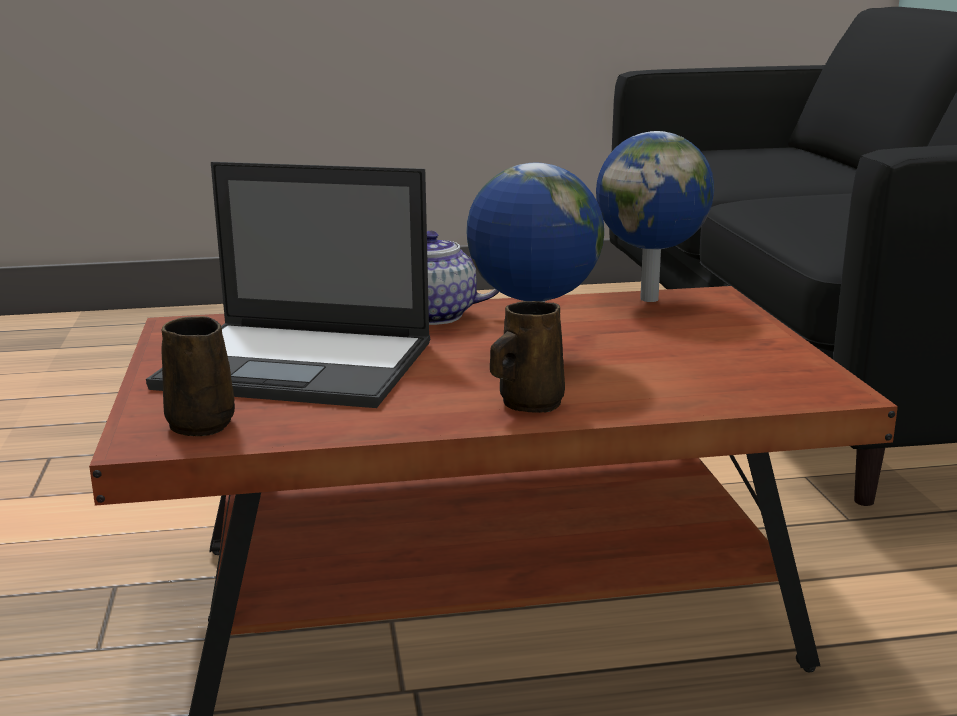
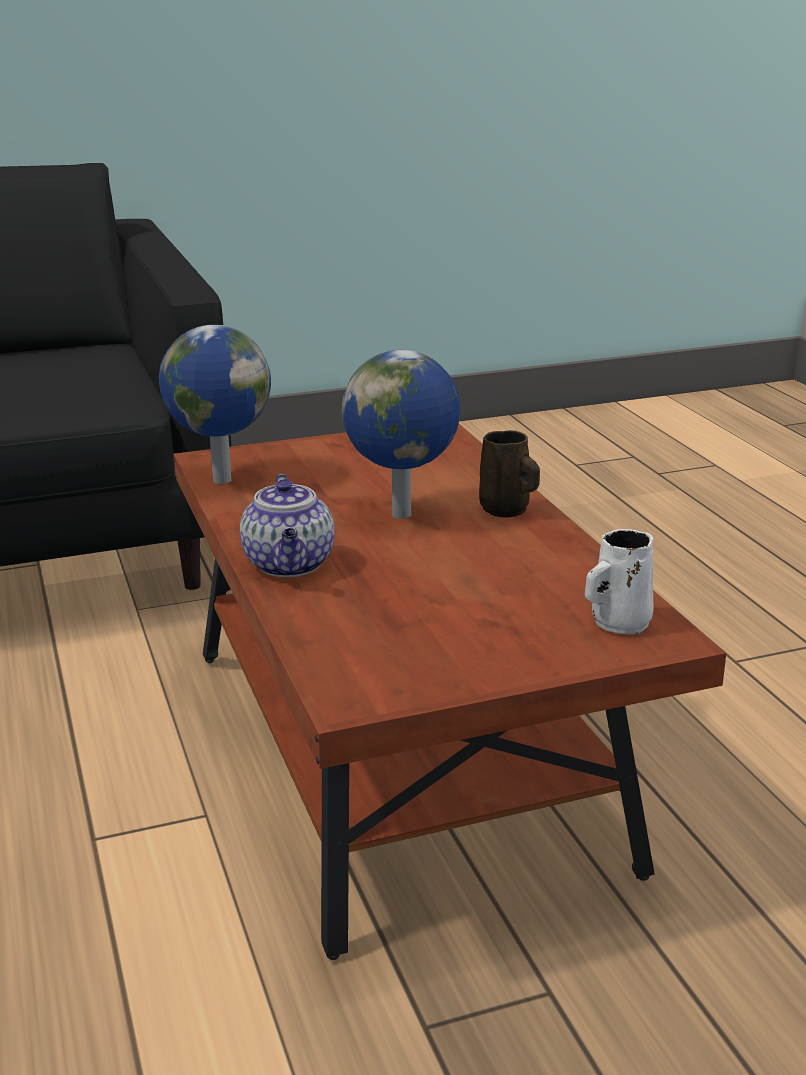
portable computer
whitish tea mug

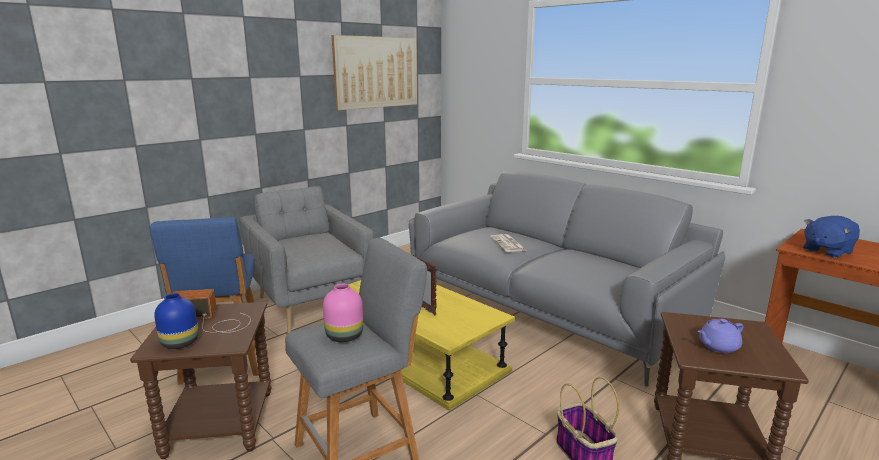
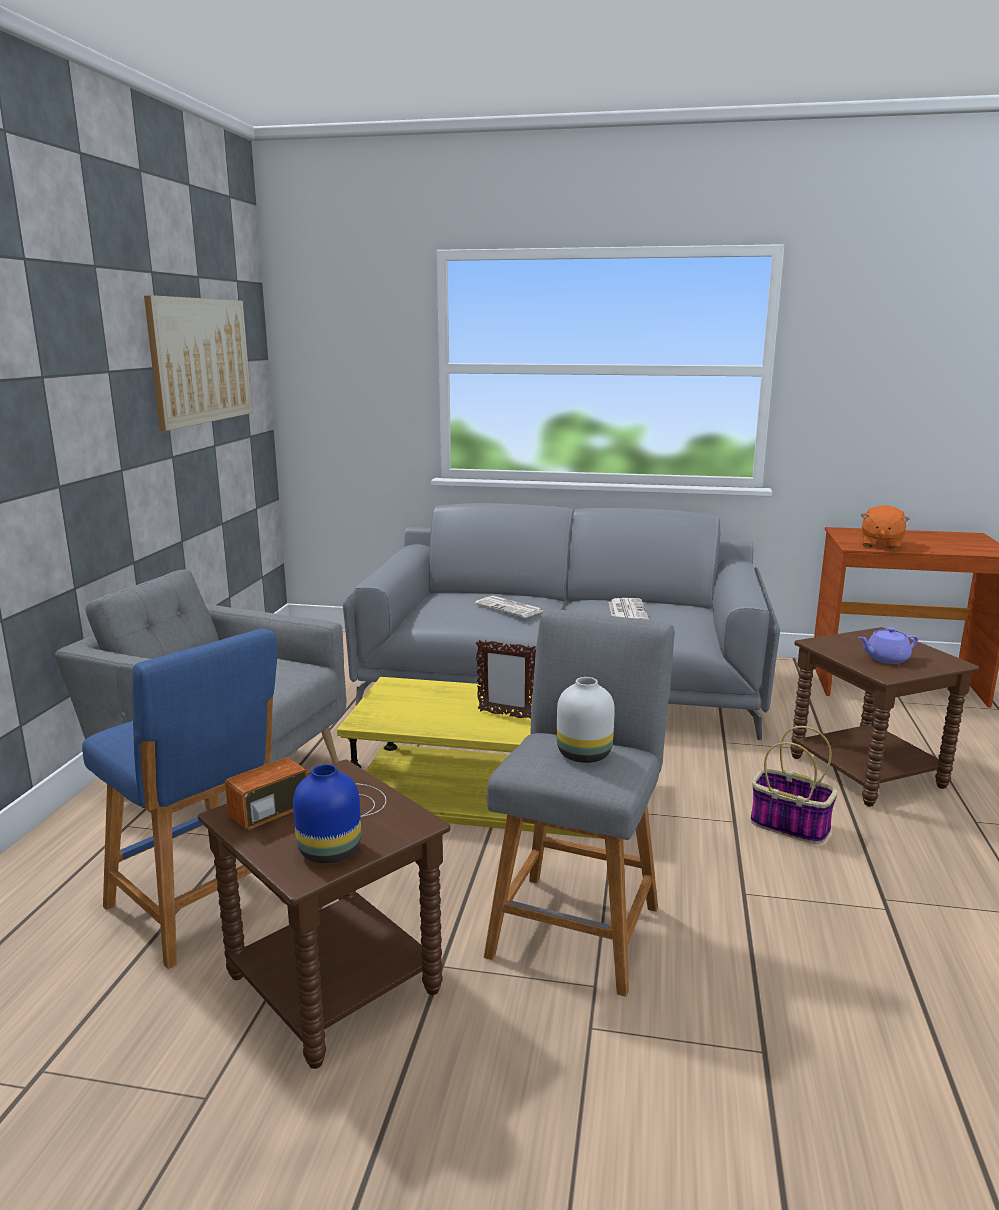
orange soft toy
whitish flower vase
purple-coloured teapot
daily paper (no. 2 from left)

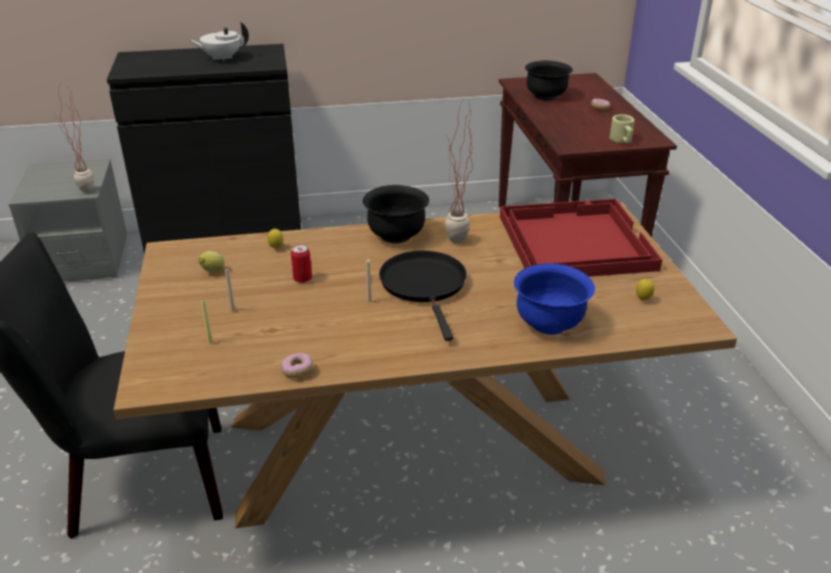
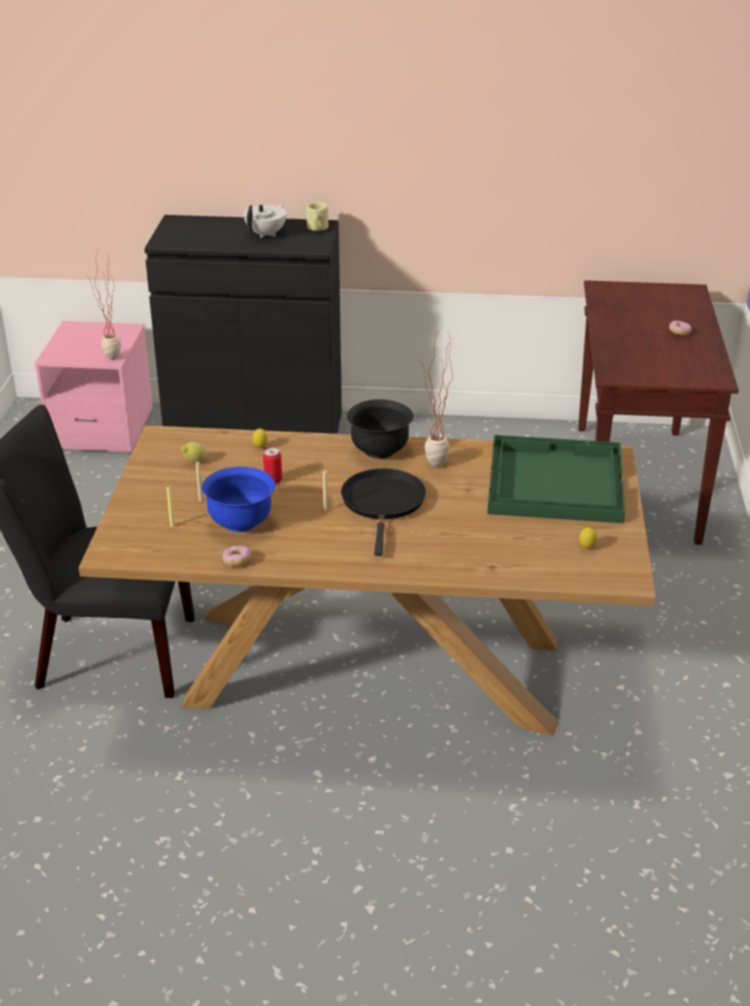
whitish teapot
black-coloured deep dish (no. 2 from left in the first image)
beige tea mug
pinkish nightstand
greenish carrying tray
bluish deep dish

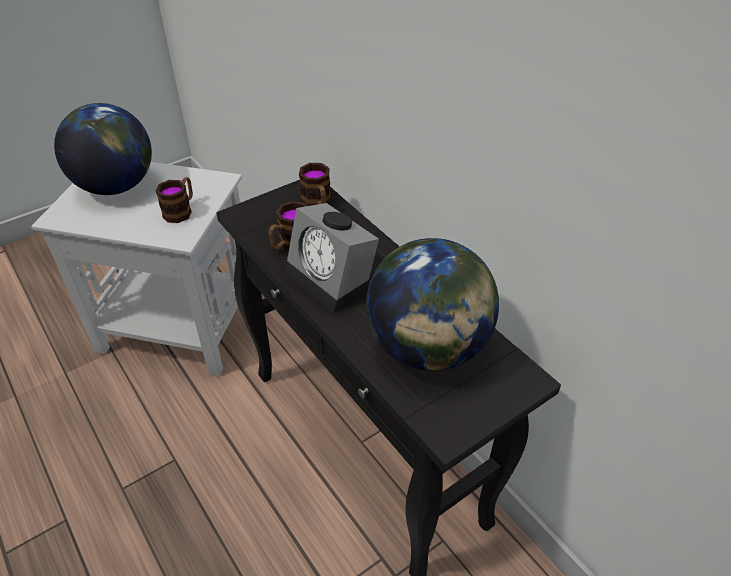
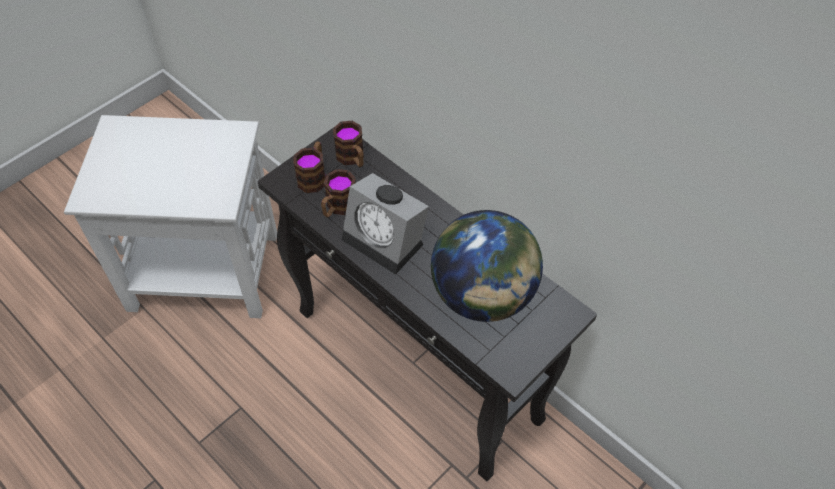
globe (no. 1 from left in the first image)
tea mug (no. 1 from left)

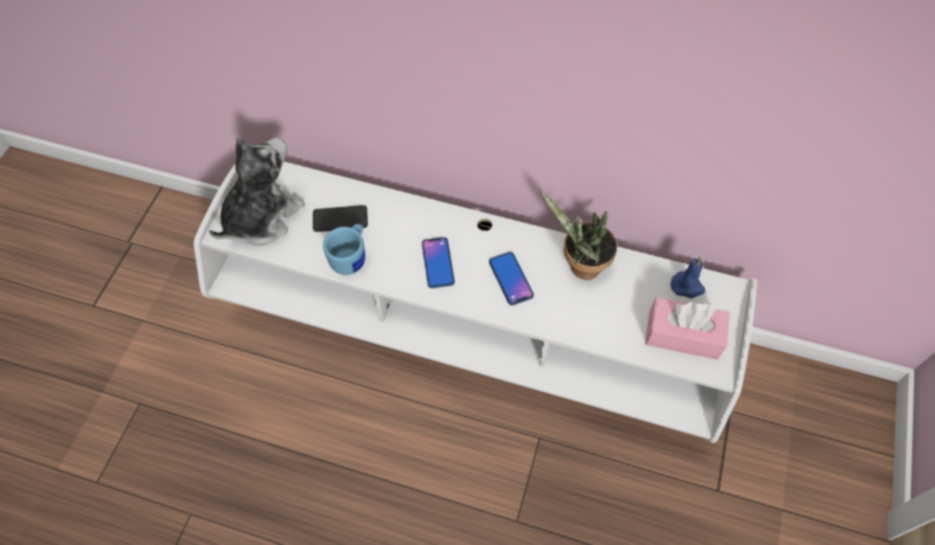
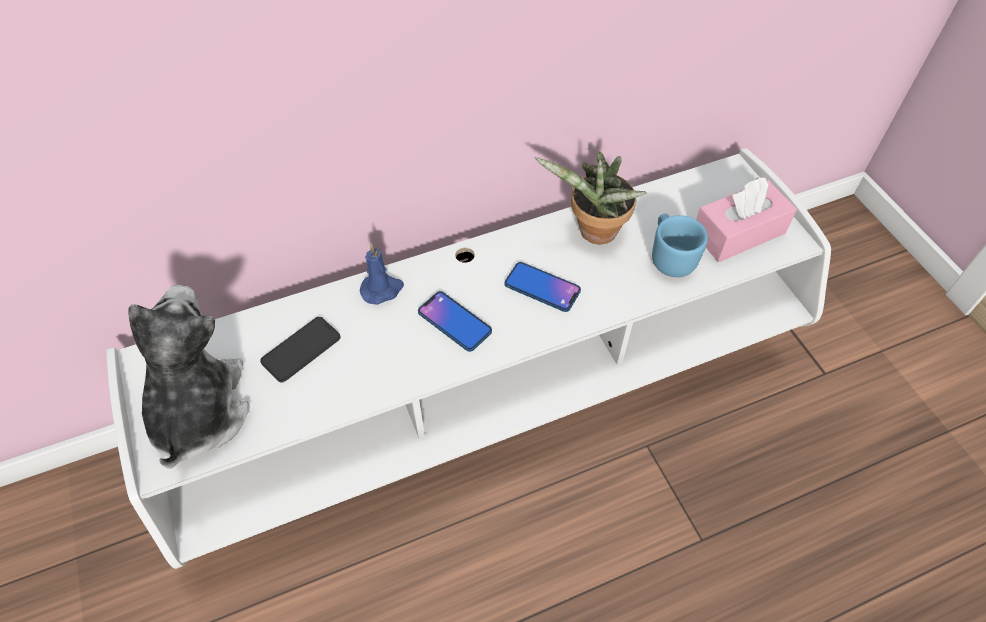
bluish tea mug
bluish candle

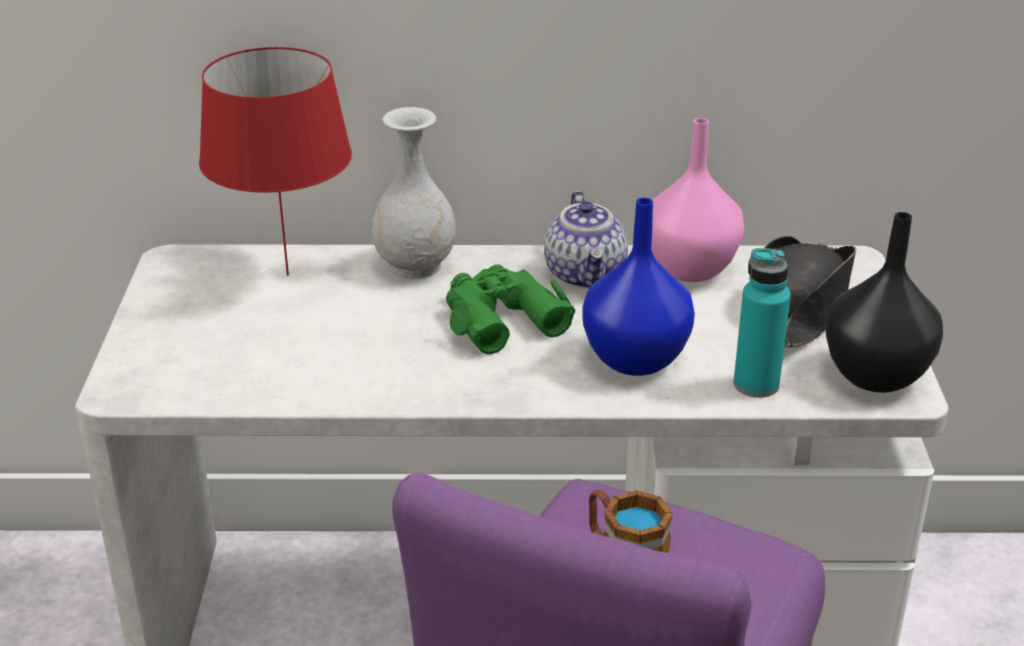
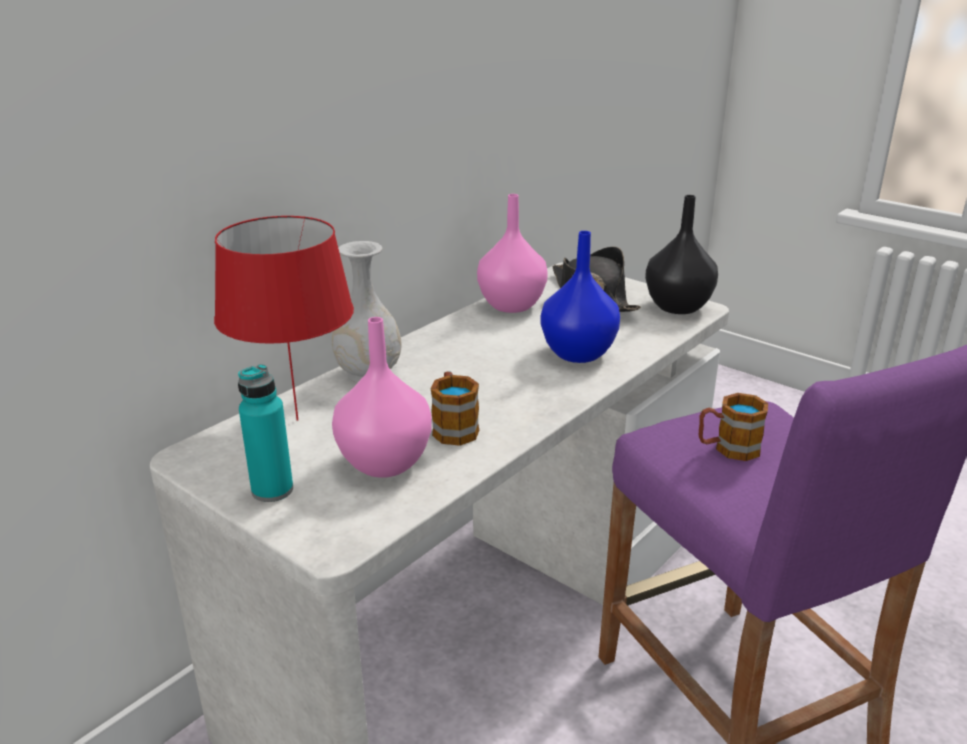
teapot
turquoise-coloured drink bottle
greenish binoculars
pinkish flower vase (no. 1 from left)
tea mug (no. 1 from left)

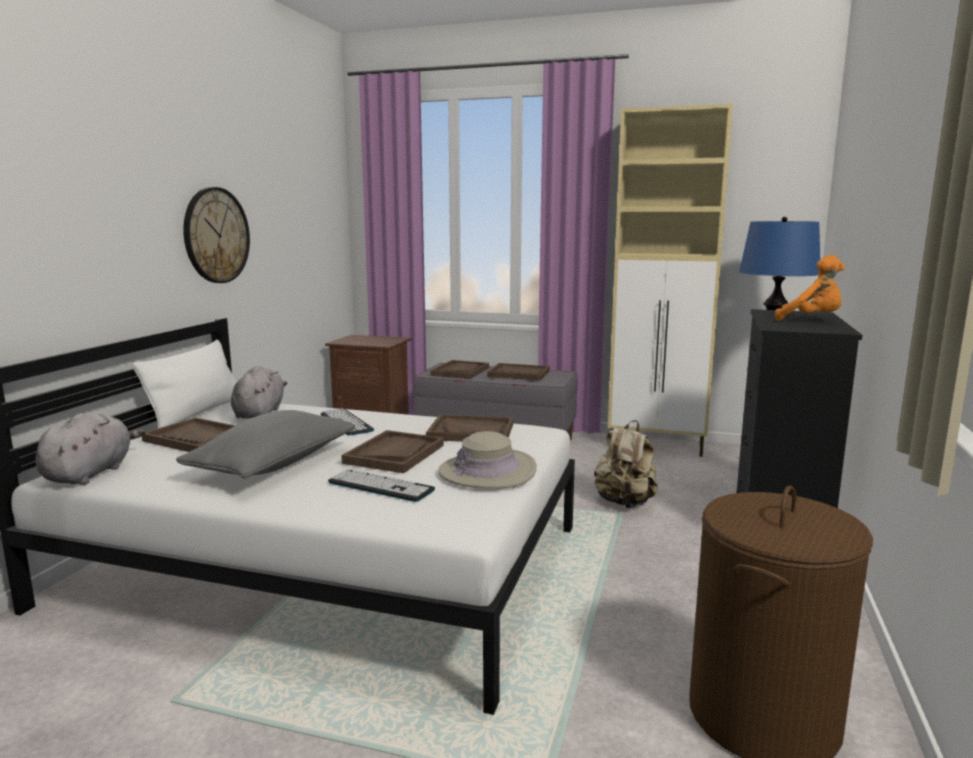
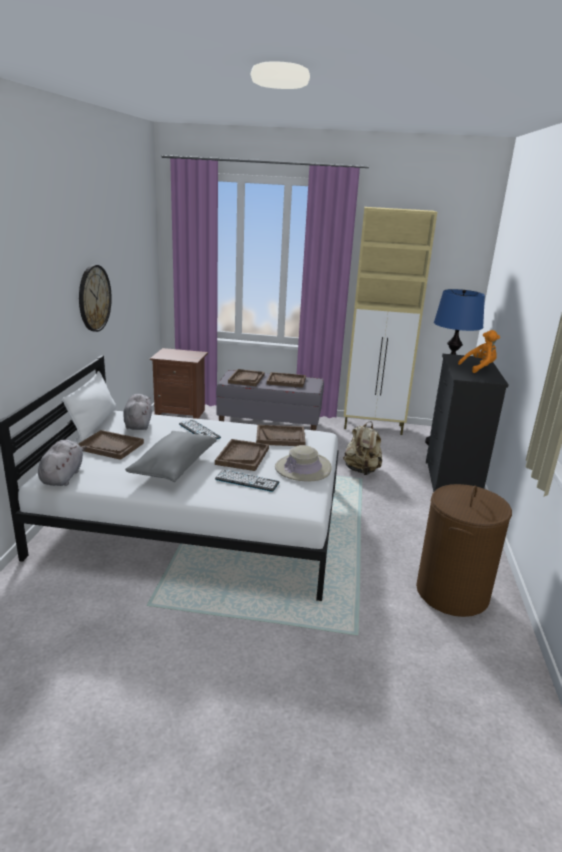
orange soft toy

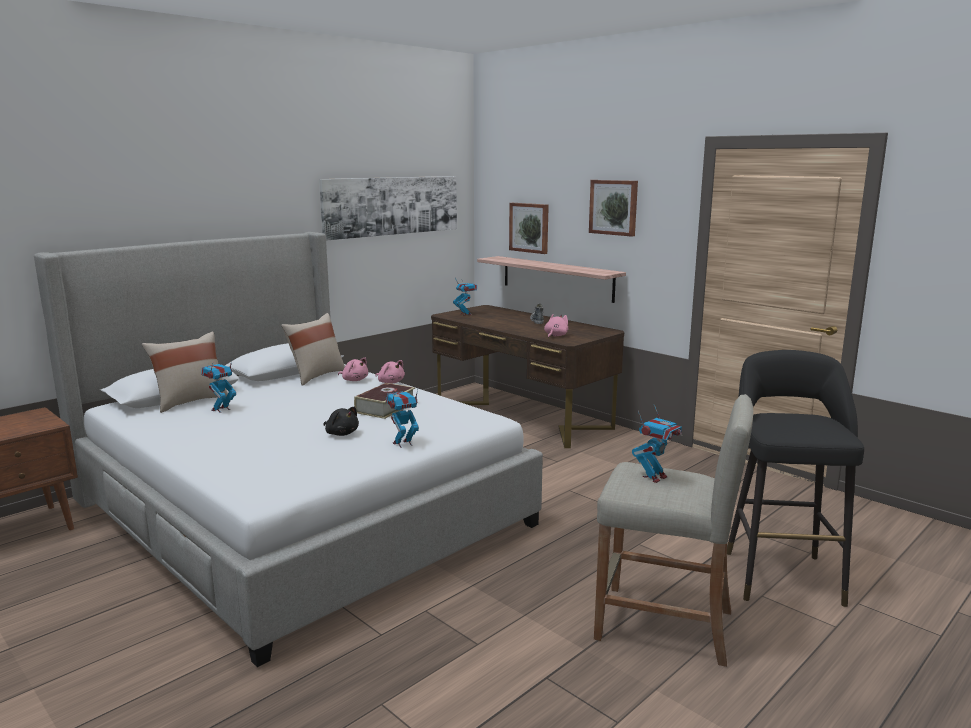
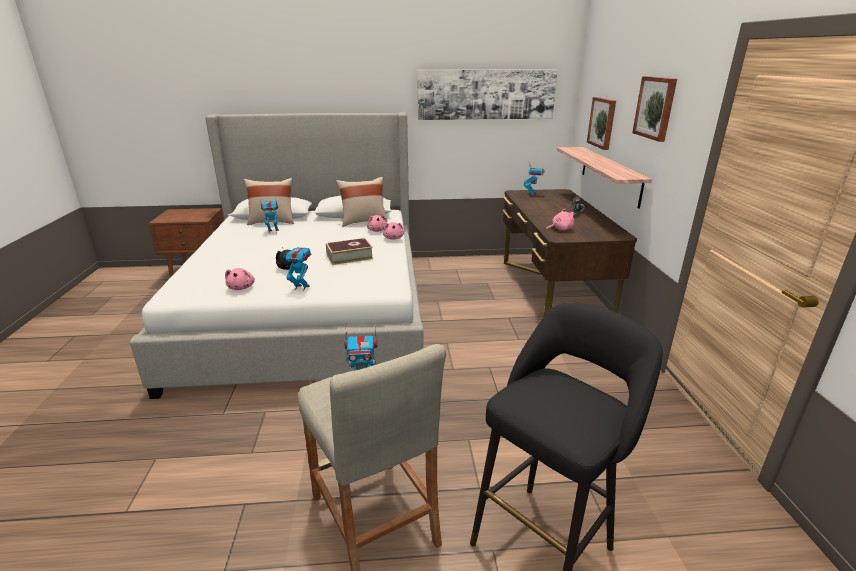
pinkish soft toy (no. 1 from left)

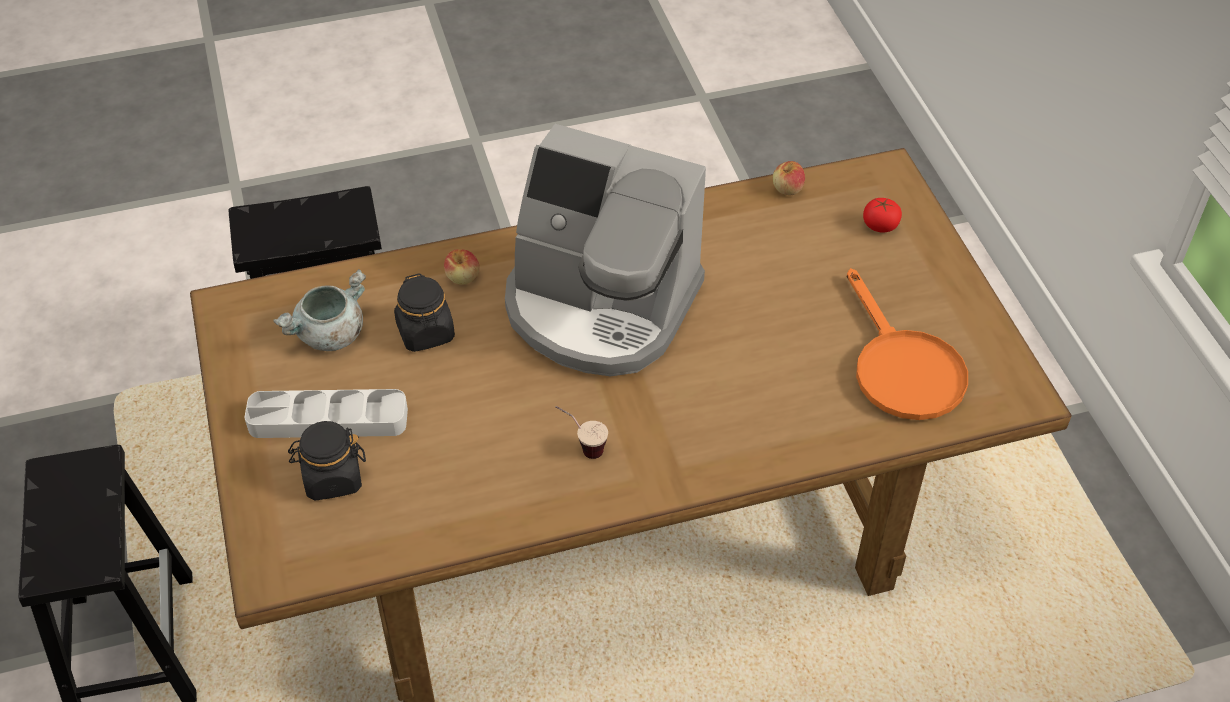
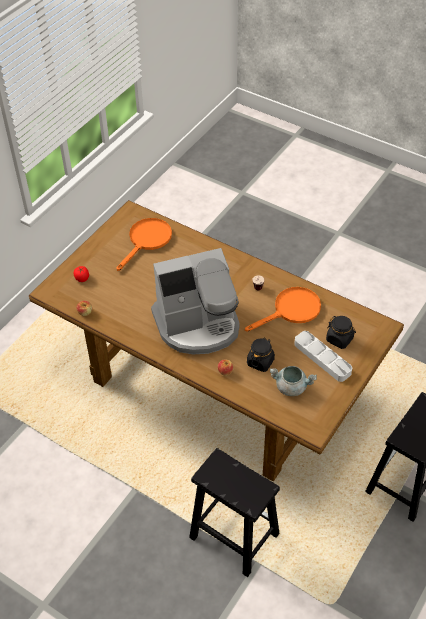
coffee brewer
orange pan (no. 2 from left)

